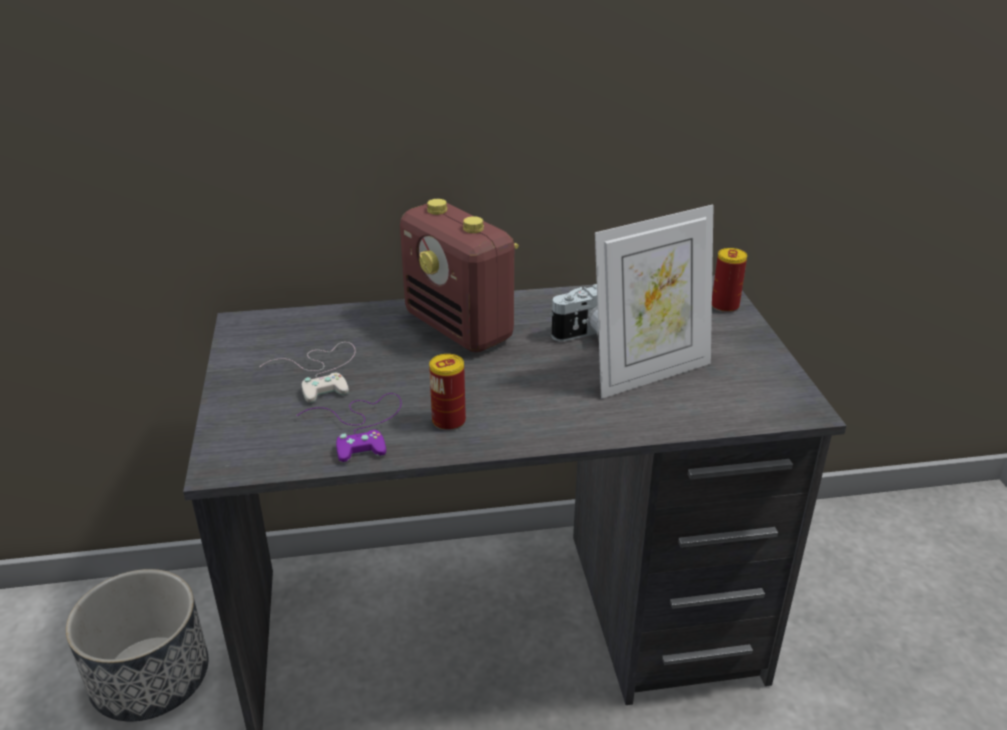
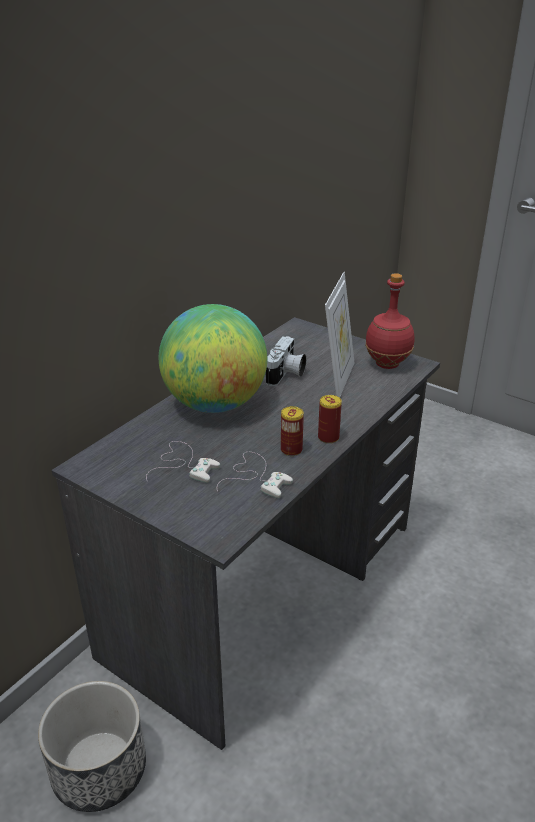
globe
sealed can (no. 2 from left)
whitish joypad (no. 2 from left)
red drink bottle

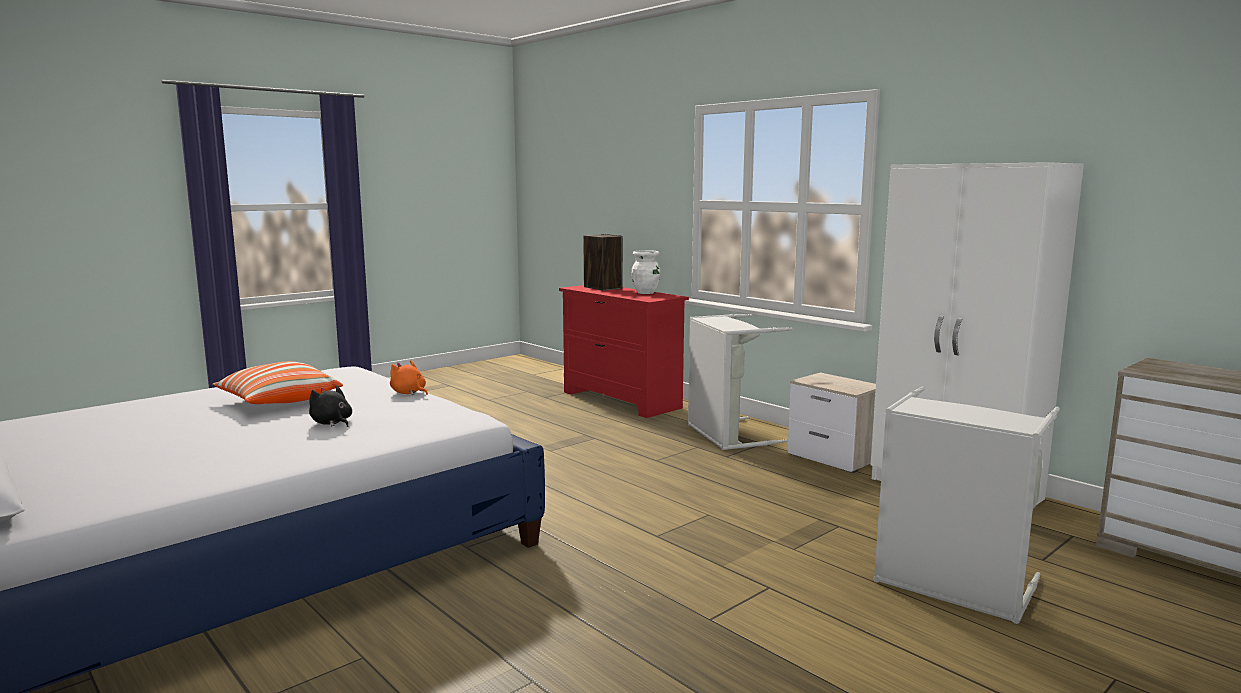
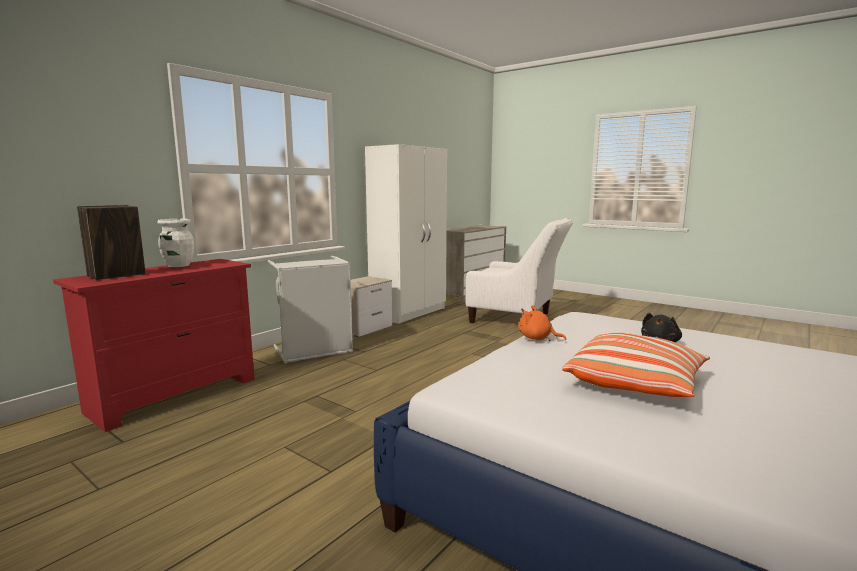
orange soft toy
whitish easy chair

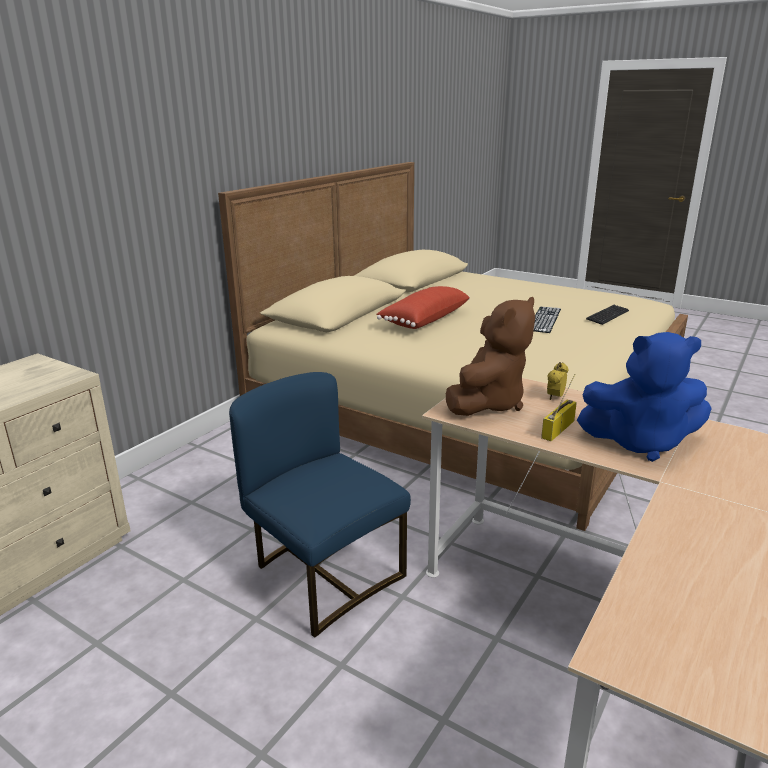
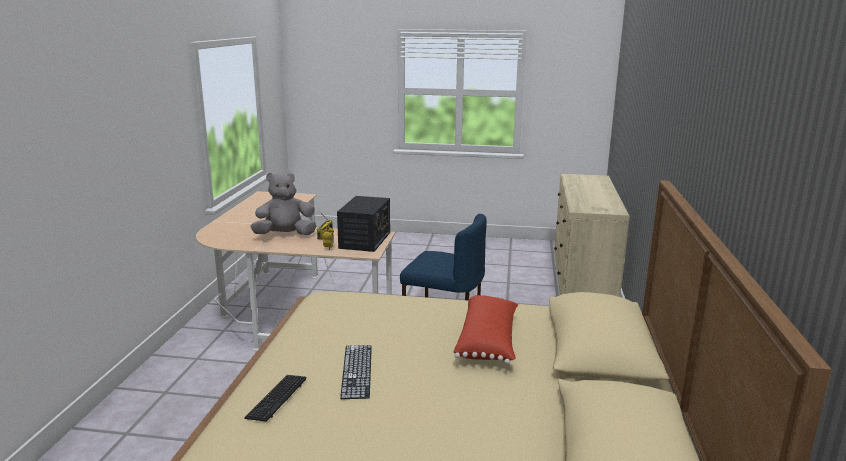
radio set (no. 2 from left)
gray soft toy

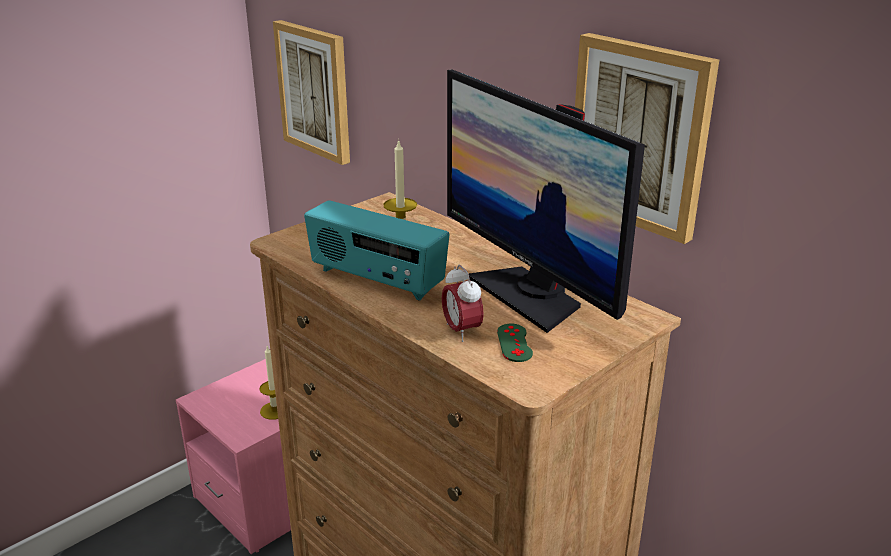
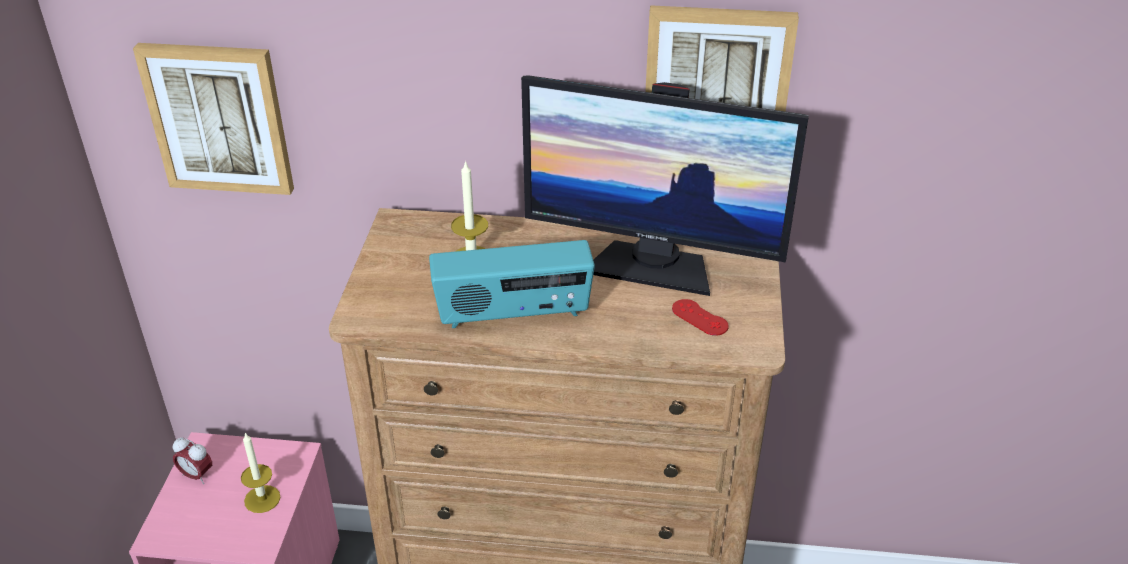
alarm clock
red joypad

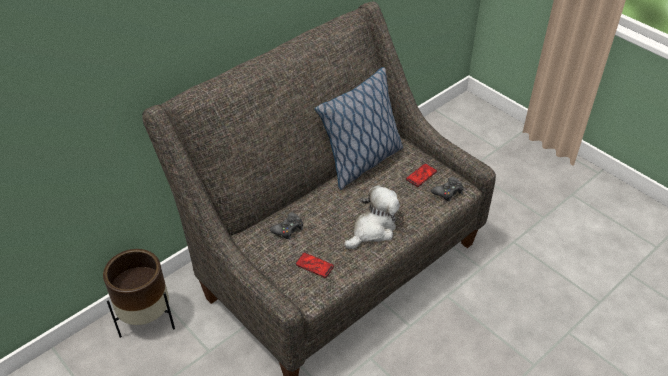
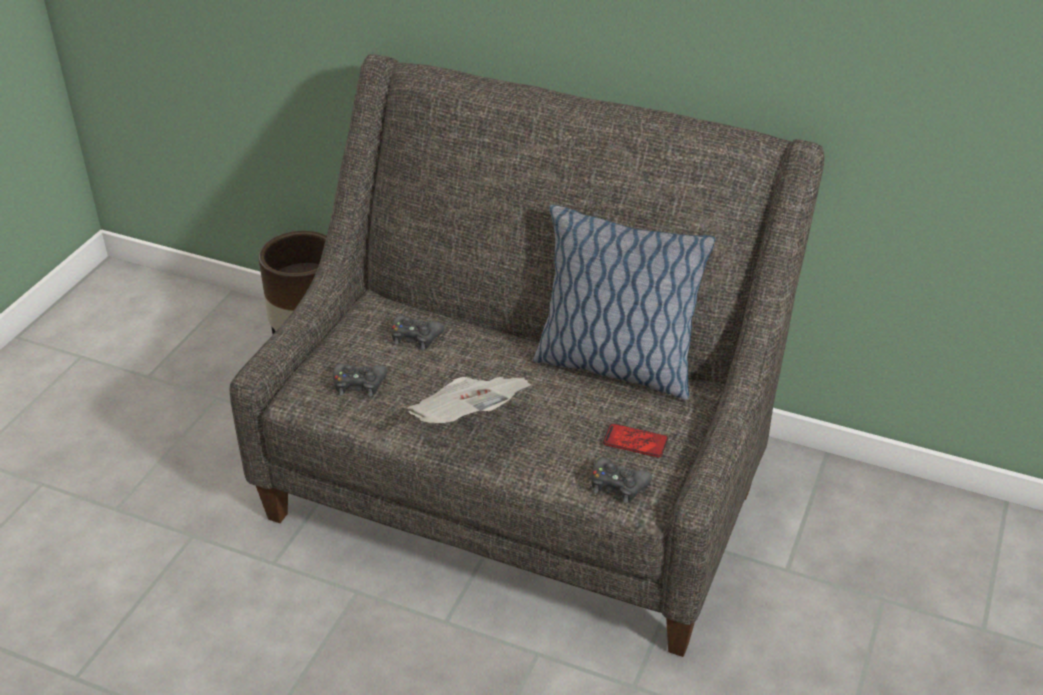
daily paper
black-coloured joypad (no. 1 from left)

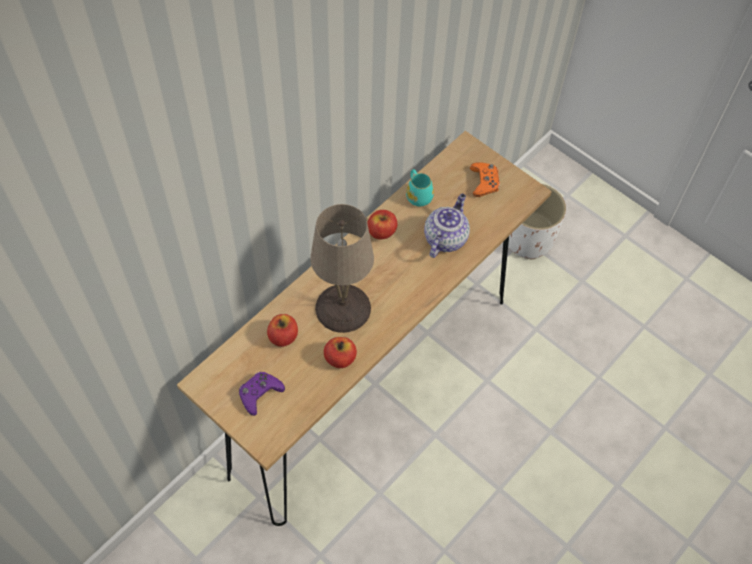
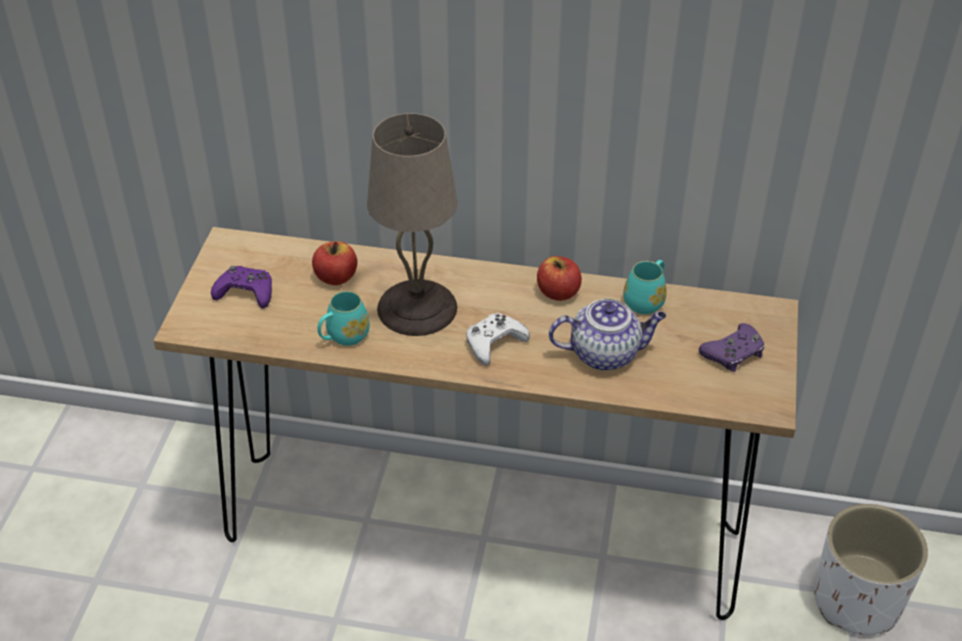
purple-coloured joypad (no. 2 from left)
turquoise-coloured tea mug (no. 1 from left)
whitish joypad

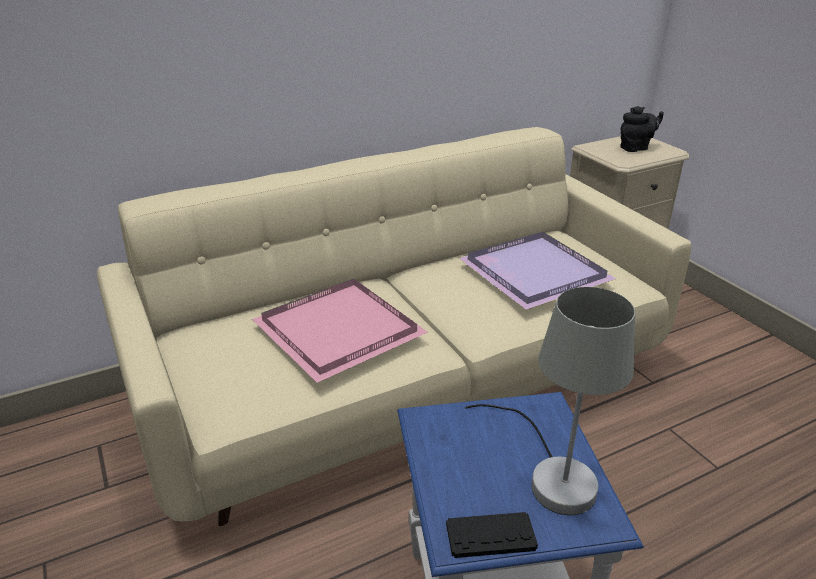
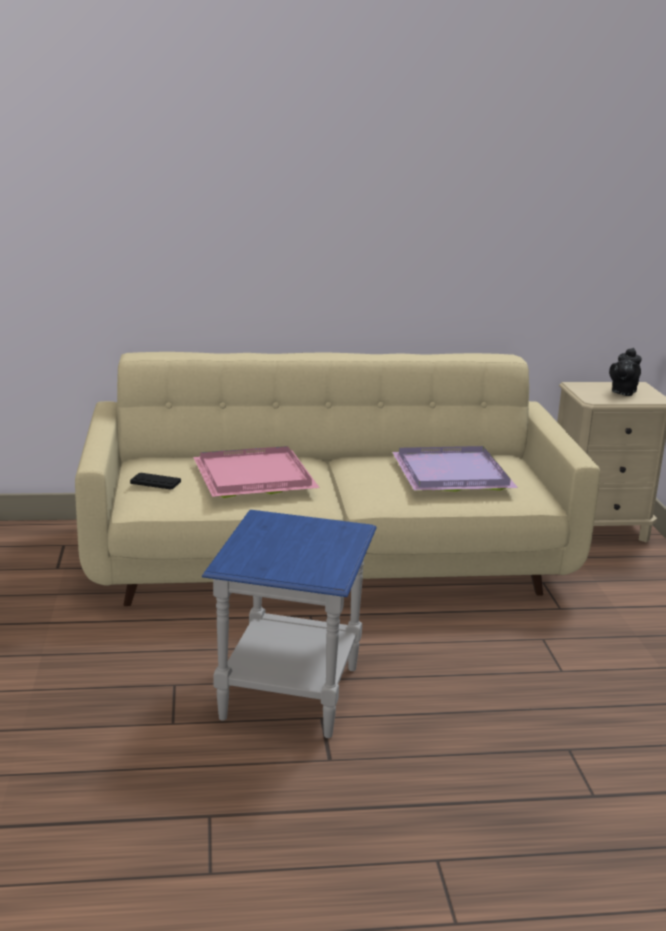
black-coloured teapot
gray lamp for a table
black-coloured joypad

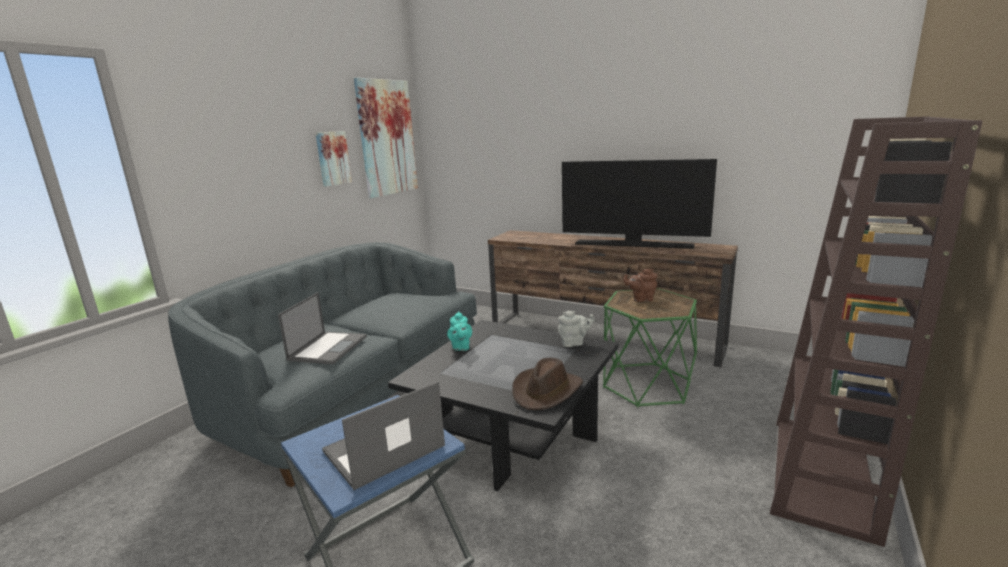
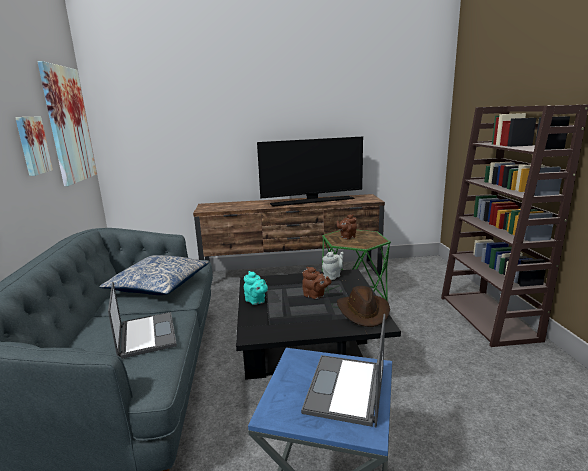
pillow
brownish teapot (no. 1 from left)

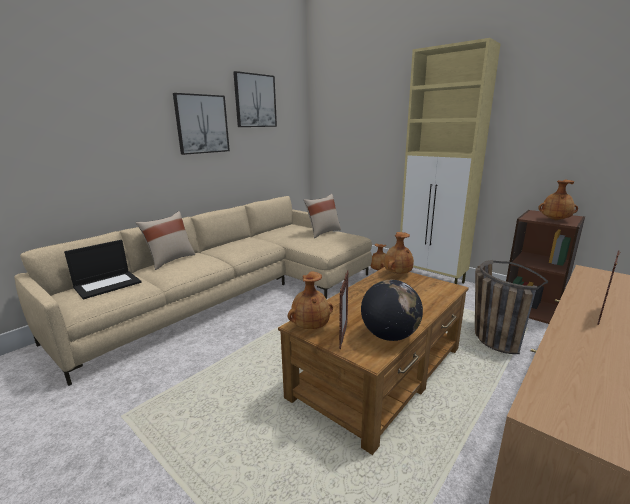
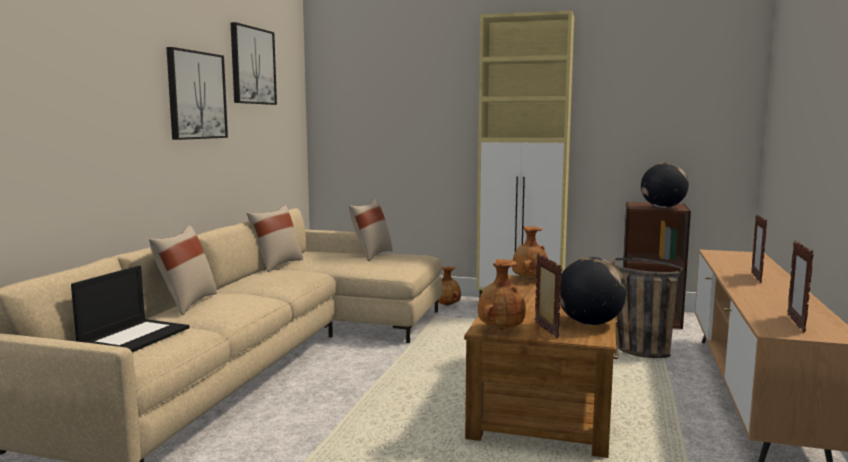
globe (no. 2 from left)
beige pillow (no. 2 from left)
picture frame (no. 3 from left)

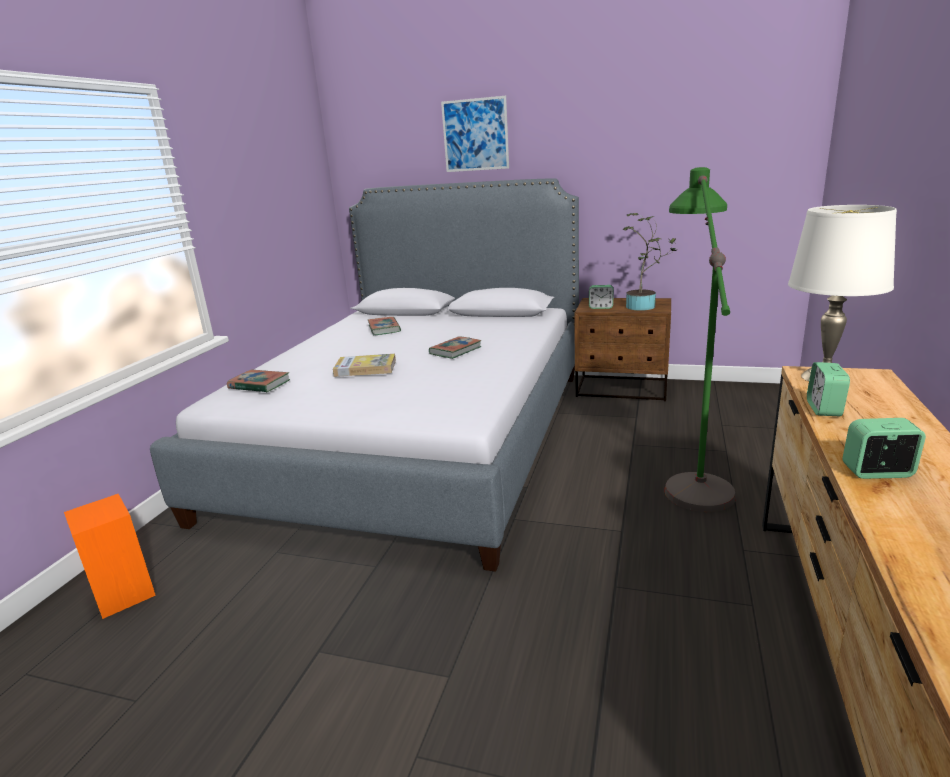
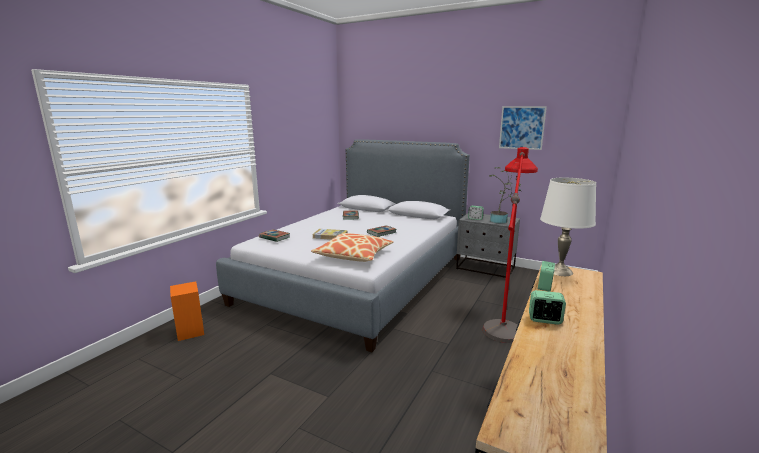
wall art
red standard lamp
gray nightstand
pillow

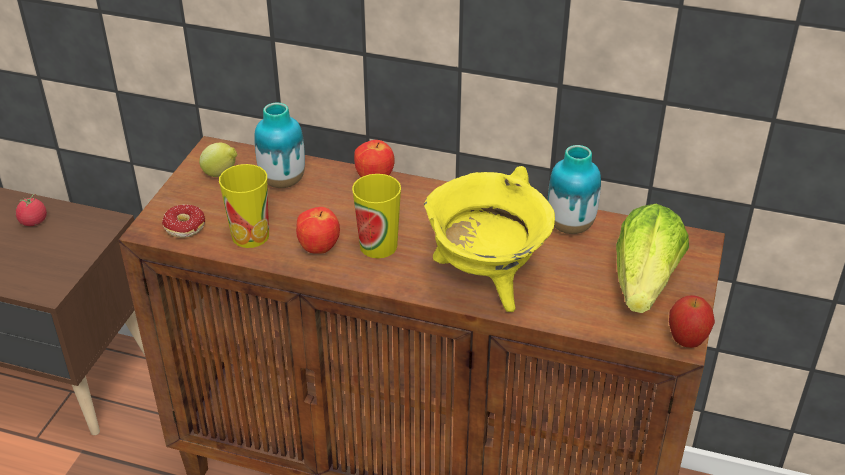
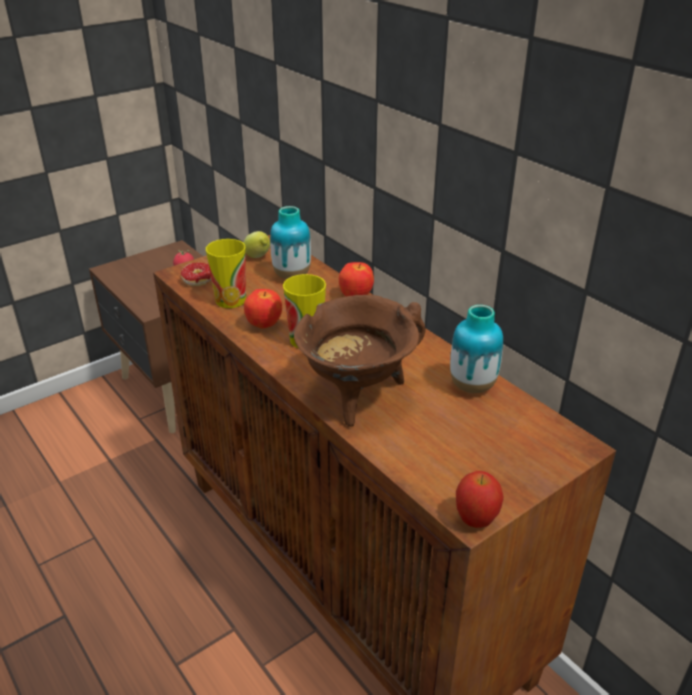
brownish cooking pot
lettuce

